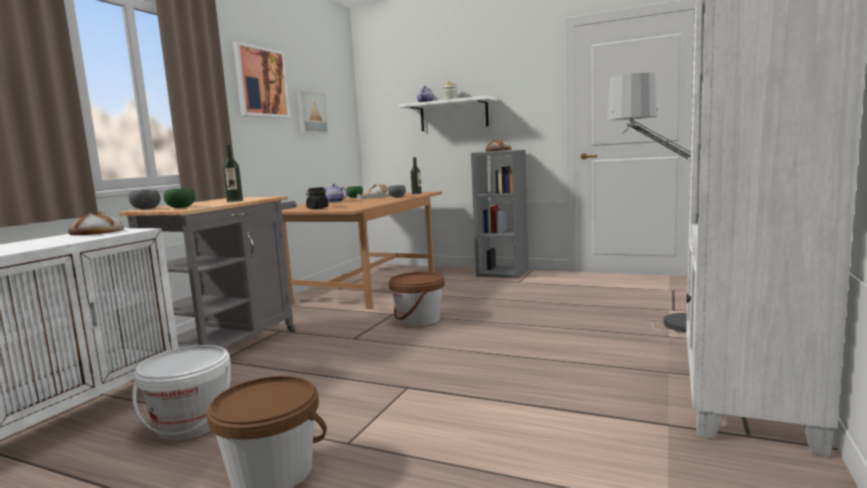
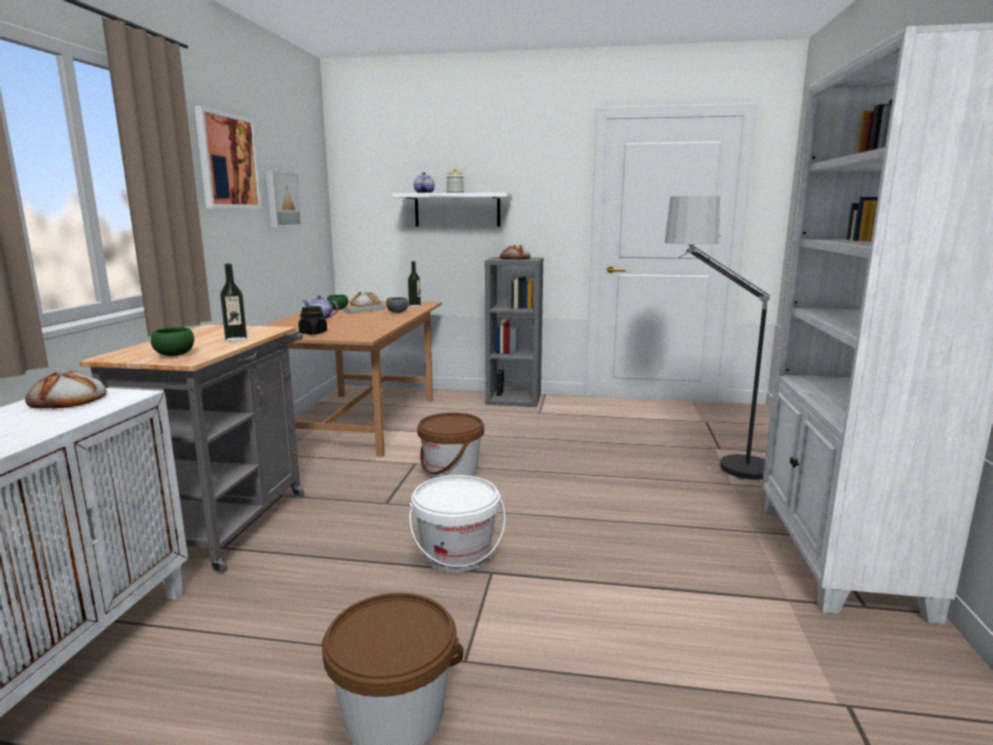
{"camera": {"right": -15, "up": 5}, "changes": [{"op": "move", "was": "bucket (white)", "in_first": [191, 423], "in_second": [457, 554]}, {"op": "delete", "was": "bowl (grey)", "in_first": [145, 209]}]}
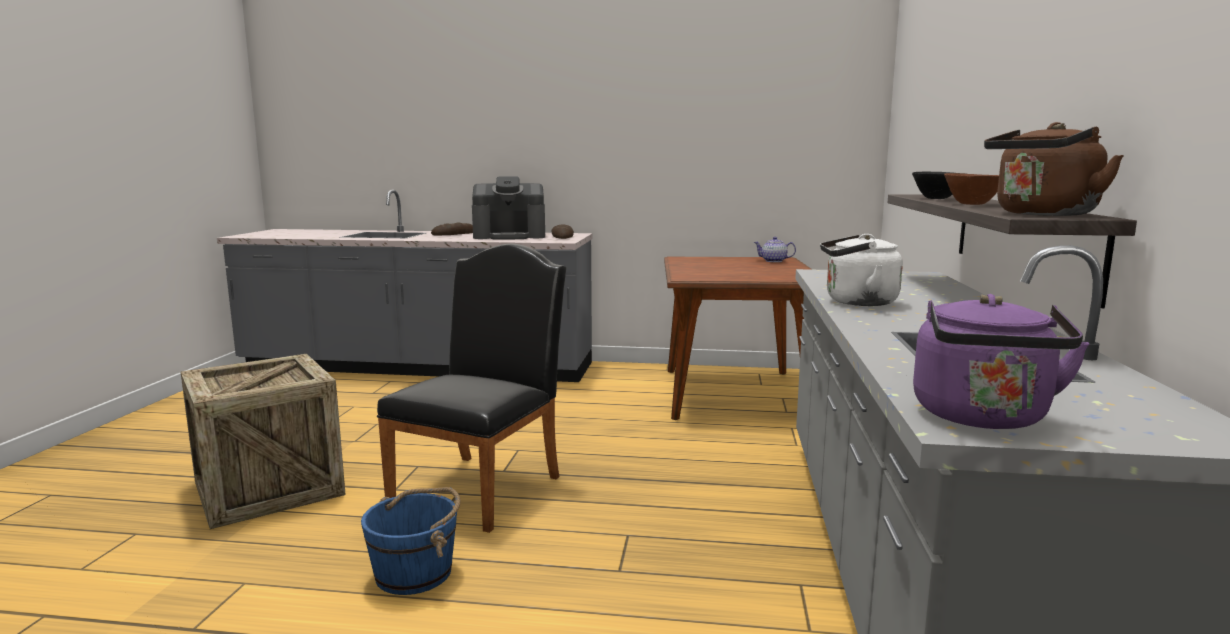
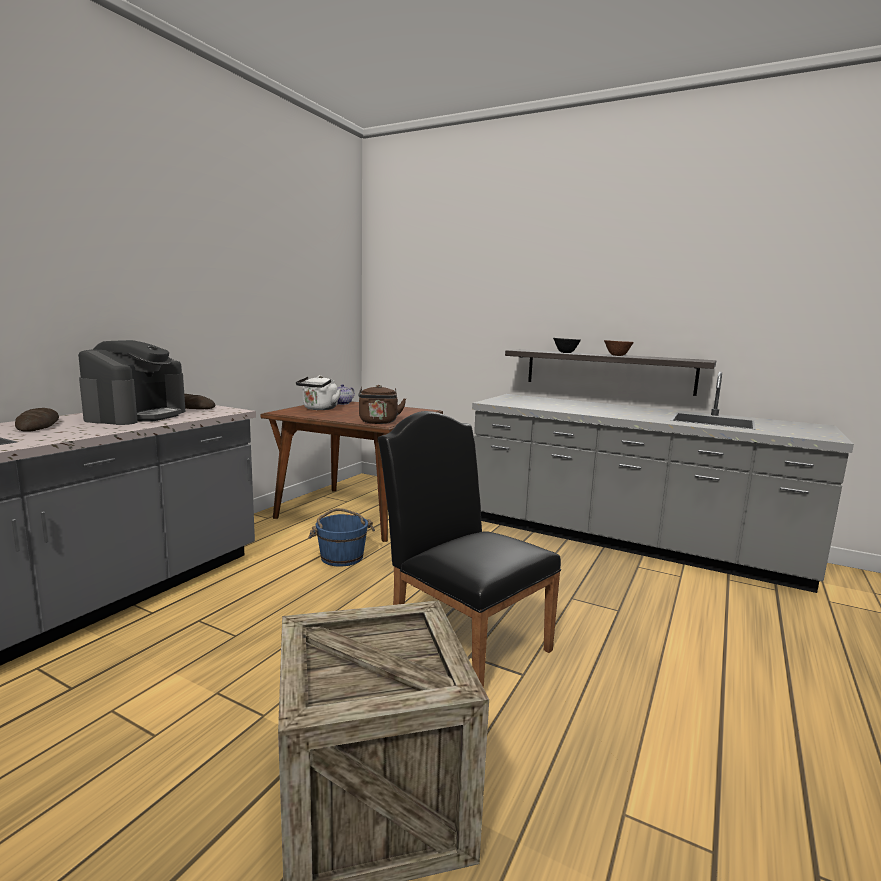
{"camera": {"right": -70, "up": 0}, "changes": [{"op": "move", "was": "kettle (white)", "in_first": [856, 302], "in_second": [319, 409]}, {"op": "move", "was": "bucket (blue)", "in_first": [415, 573], "in_second": [342, 557]}, {"op": "move", "was": "kettle (brown)", "in_first": [1042, 214], "in_second": [378, 422]}, {"op": "delete", "was": "kettle (purple)", "in_first": [983, 418]}]}
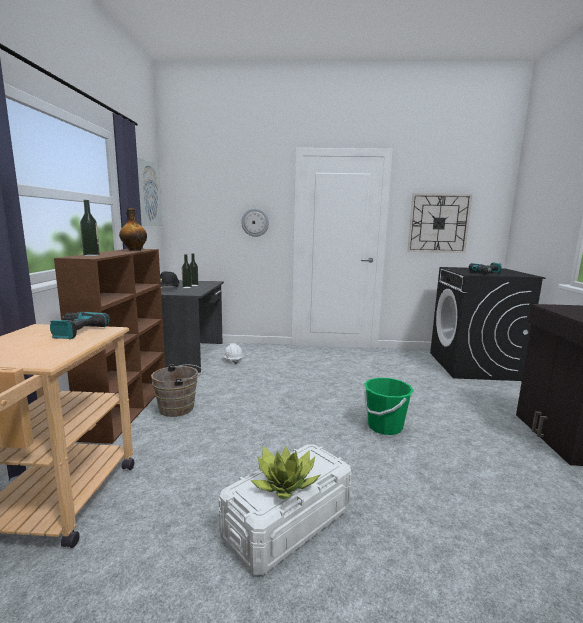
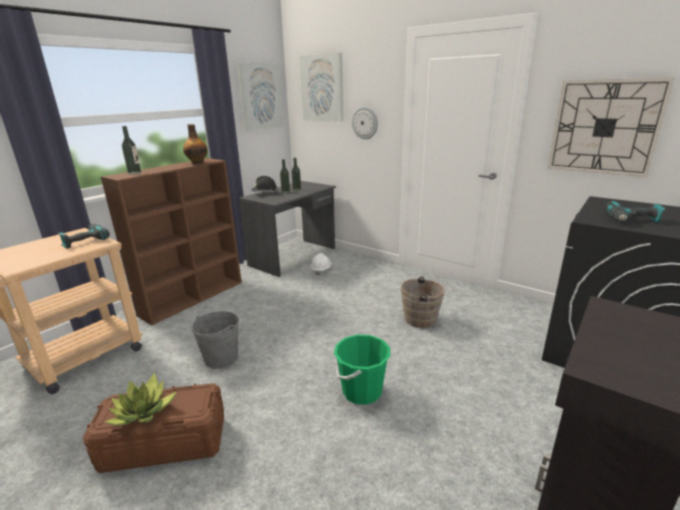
{"camera": {"right": 35, "up": 10}, "changes": [{"op": "recolor", "was": "storage box (white)", "now": "storage box (brown)", "in_first": [288, 522], "in_second": [165, 443]}, {"op": "insert", "now": "bucket (grey)", "in_second": [221, 358]}, {"op": "insert", "now": "picture", "in_second": [322, 88]}, {"op": "move", "was": "bucket (brown)", "in_first": [179, 408], "in_second": [423, 319]}]}
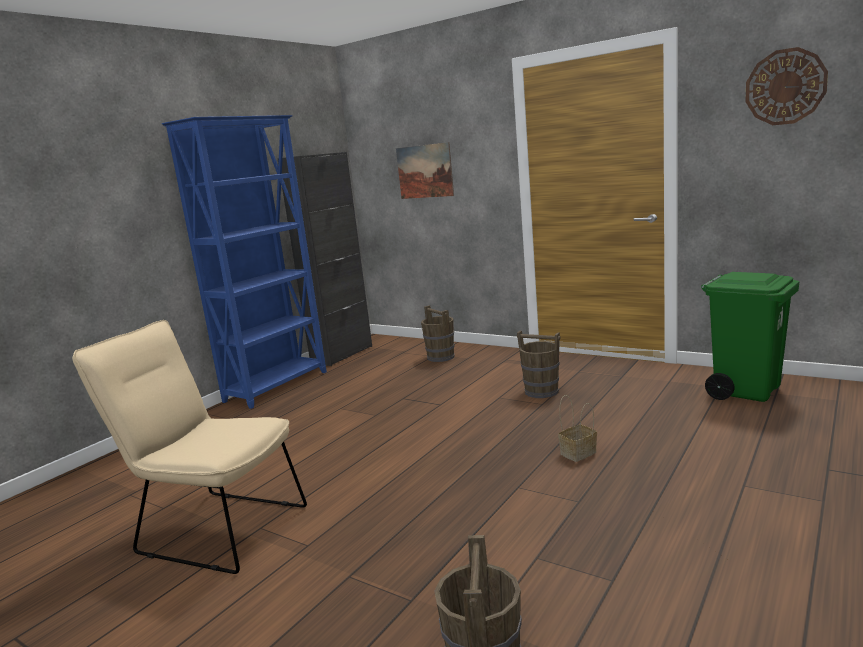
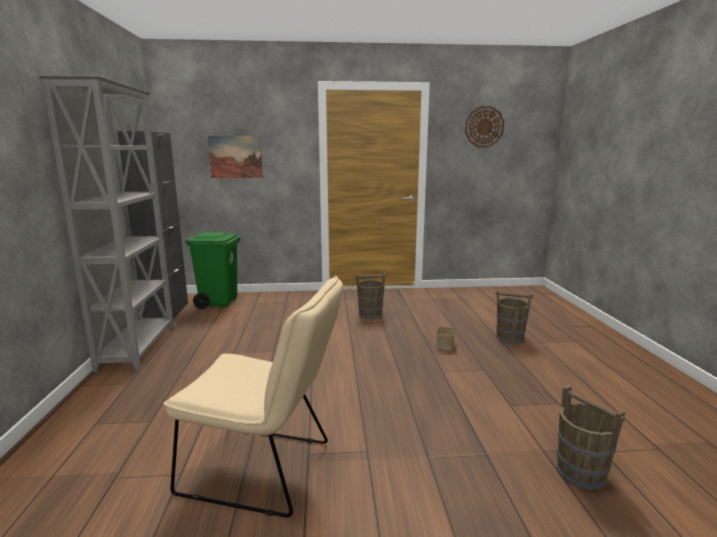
{"camera": {"right": -40, "up": 0}, "changes": [{"op": "recolor", "was": "bookcase (blue)", "now": "bookcase (grey)", "in_first": [278, 386], "in_second": [139, 347]}, {"op": "rotate", "was": "chair (beige)", "in_first": [214, 528], "in_second": [266, 469], "clockwise": -150}, {"op": "move", "was": "trash can (green)", "in_first": [746, 391], "in_second": [218, 302]}, {"op": "move", "was": "bucket (brown)", "in_first": [440, 357], "in_second": [509, 338]}]}
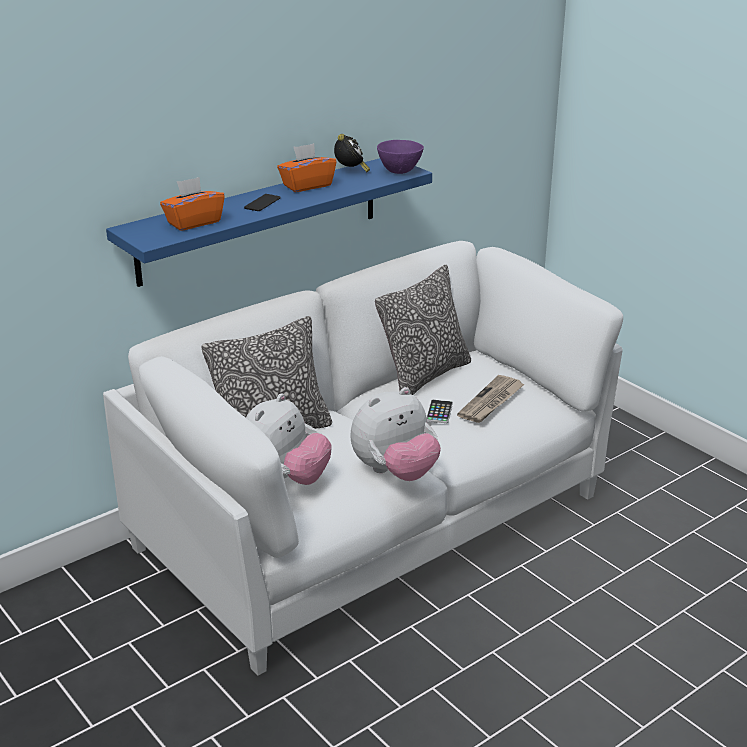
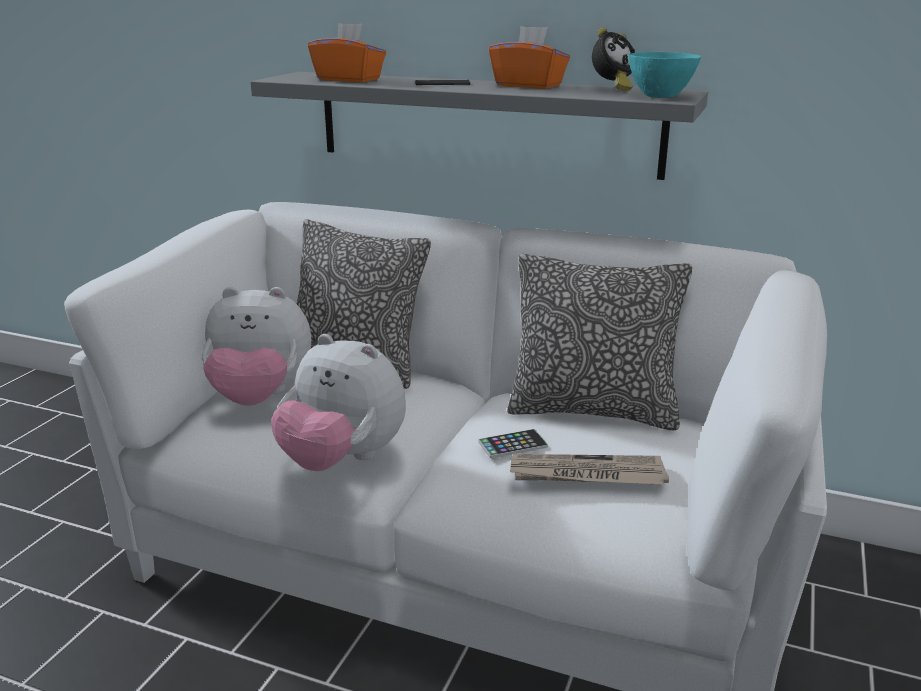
{"camera": {"right": 60, "up": -5}, "changes": [{"op": "recolor", "was": "shelf (blue)", "now": "shelf (grey)", "in_first": [260, 219], "in_second": [485, 123]}, {"op": "recolor", "was": "bowl (purple)", "now": "bowl (turquoise)", "in_first": [400, 171], "in_second": [661, 97]}]}
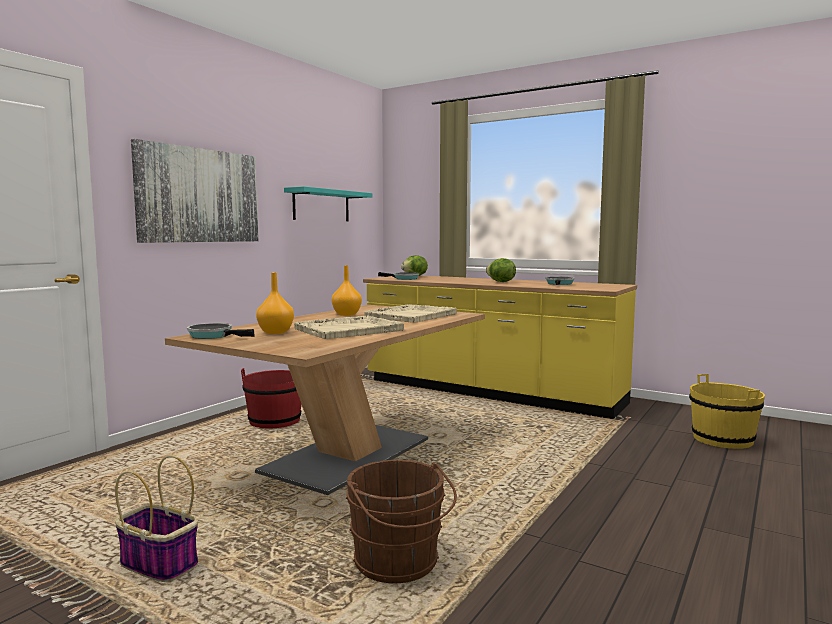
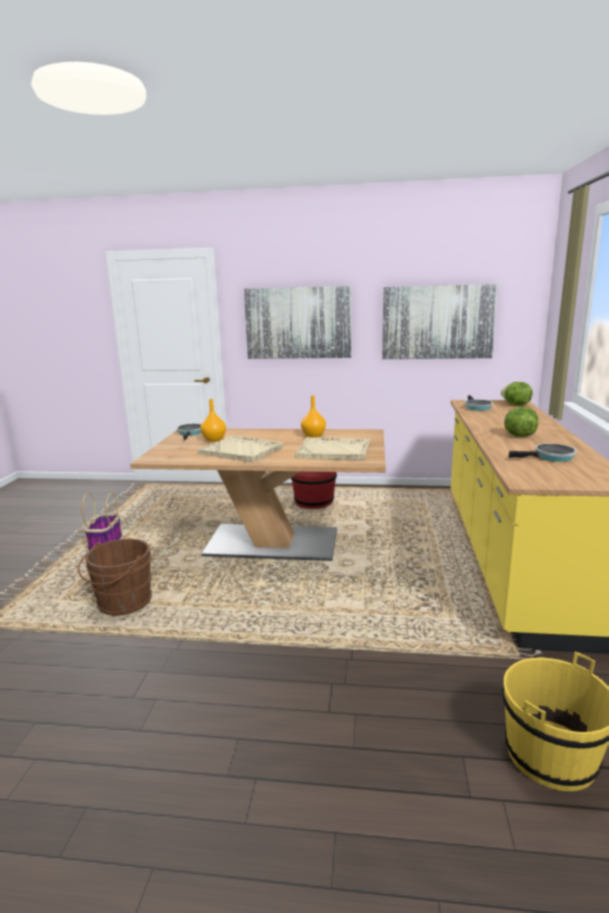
{"camera": {"right": 65, "up": 10}, "changes": [{"op": "replace", "was": "shelf (turquoise)", "now": "picture", "in_first": [321, 205], "in_second": [437, 322]}]}
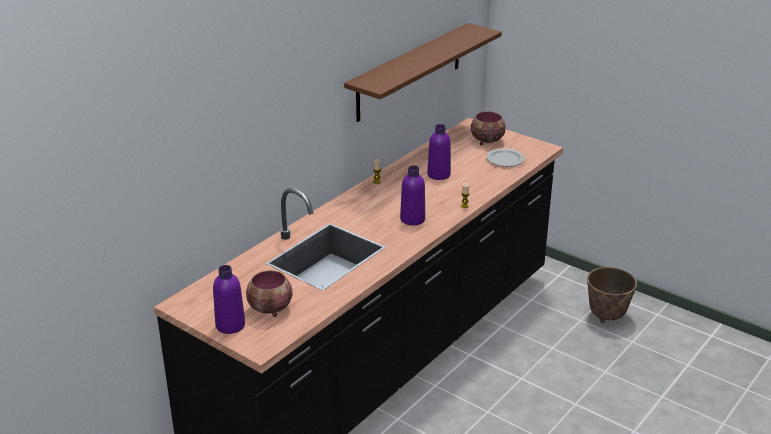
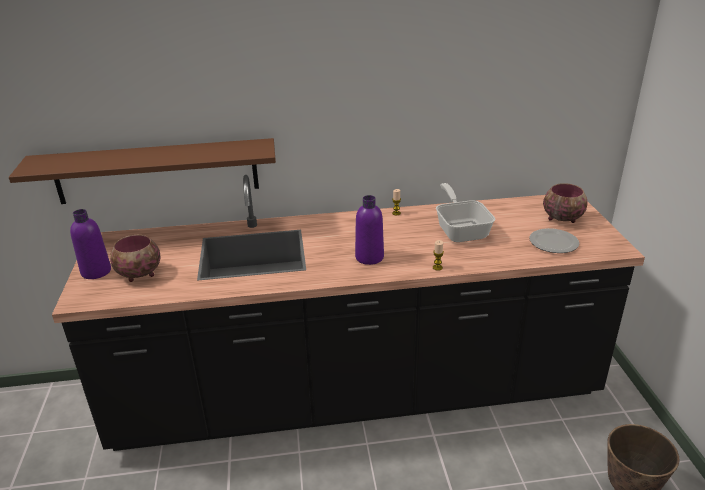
{"camera": {"right": 45, "up": 0}, "changes": [{"op": "move", "was": "shelf (brown)", "in_first": [409, 72], "in_second": [157, 171]}, {"op": "replace", "was": "bottle (purple)", "now": "frying pan", "in_first": [438, 174], "in_second": [461, 229]}]}
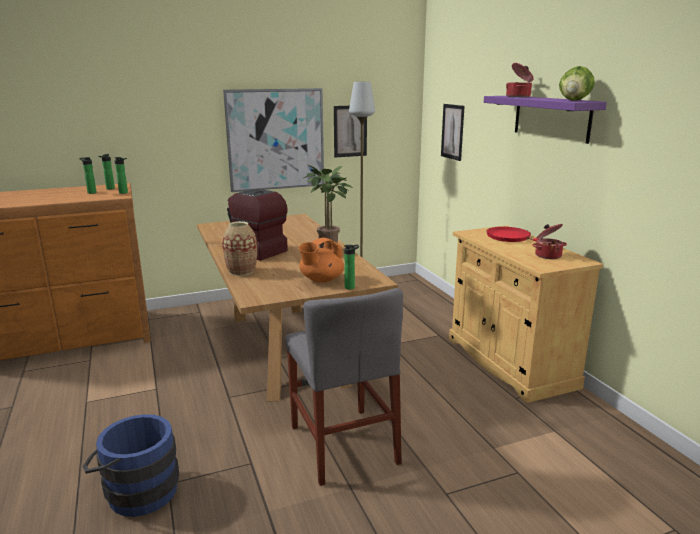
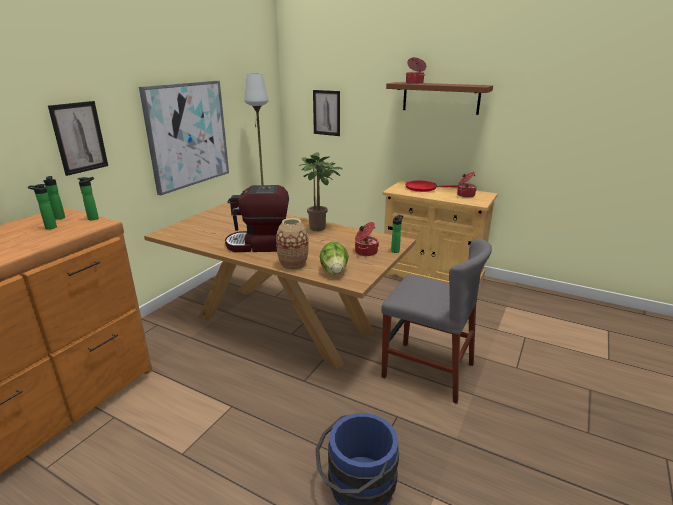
{"camera": {"right": -40, "up": 5}, "changes": [{"op": "move", "was": "picture", "in_first": [350, 131], "in_second": [79, 137]}, {"op": "move", "was": "lettuce", "in_first": [574, 100], "in_second": [334, 271]}, {"op": "replace", "was": "teapot (orange)", "now": "cooking pot", "in_first": [321, 280], "in_second": [365, 252]}, {"op": "recolor", "was": "shelf (purple)", "now": "shelf (brown)", "in_first": [551, 118], "in_second": [440, 98]}]}
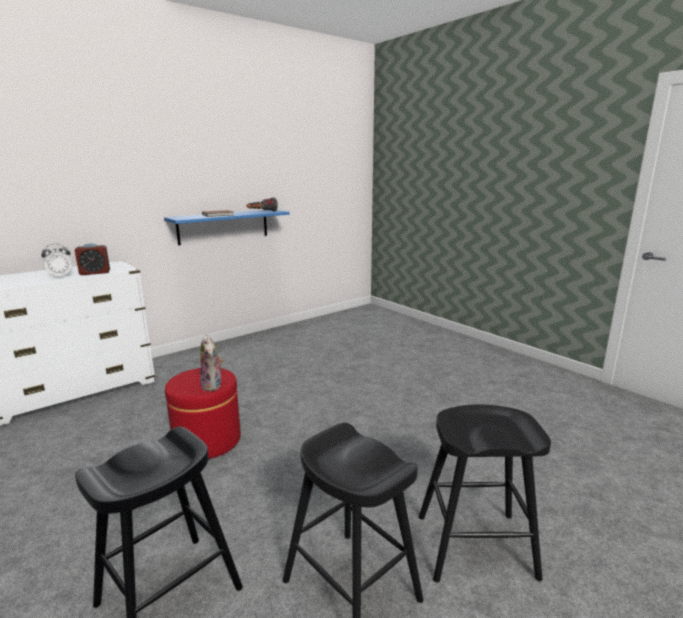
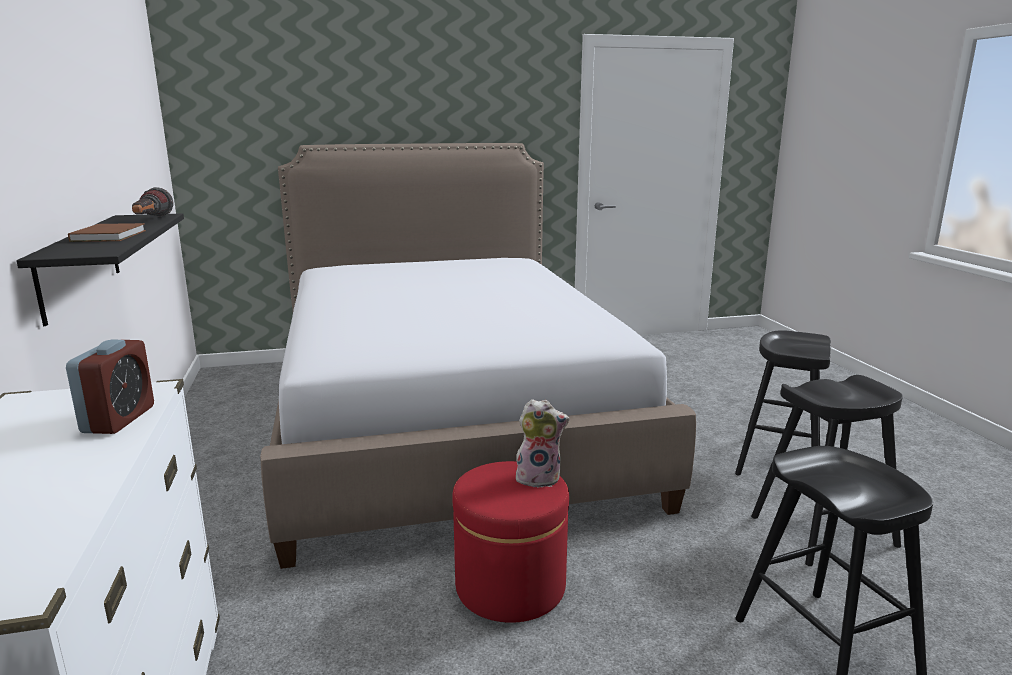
{"camera": {"right": -65, "up": 0}, "changes": [{"op": "recolor", "was": "shelf (blue)", "now": "shelf (black)", "in_first": [224, 226], "in_second": [80, 264]}, {"op": "insert", "now": "bed", "in_second": [448, 421]}, {"op": "delete", "was": "alarm clock", "in_first": [60, 276]}]}
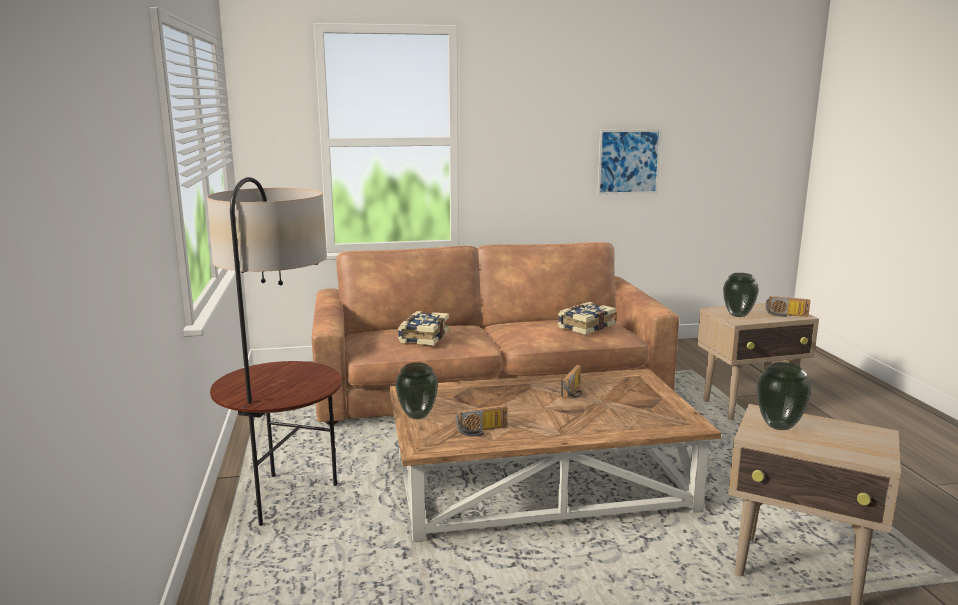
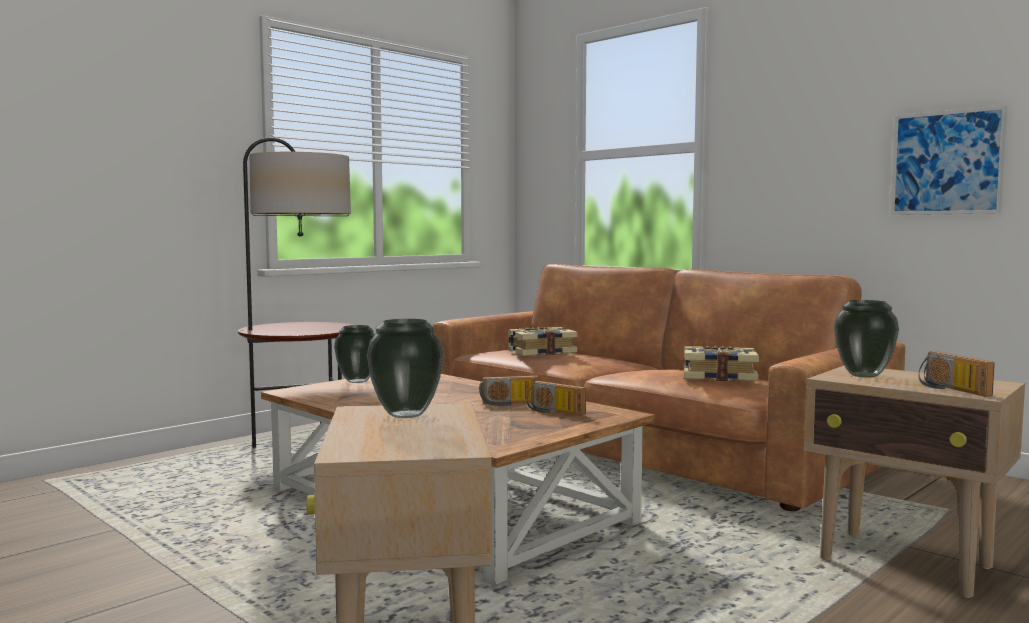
{"camera": {"right": 55, "up": -10}, "changes": [{"op": "move", "was": "radio", "in_first": [482, 431], "in_second": [553, 411]}]}
